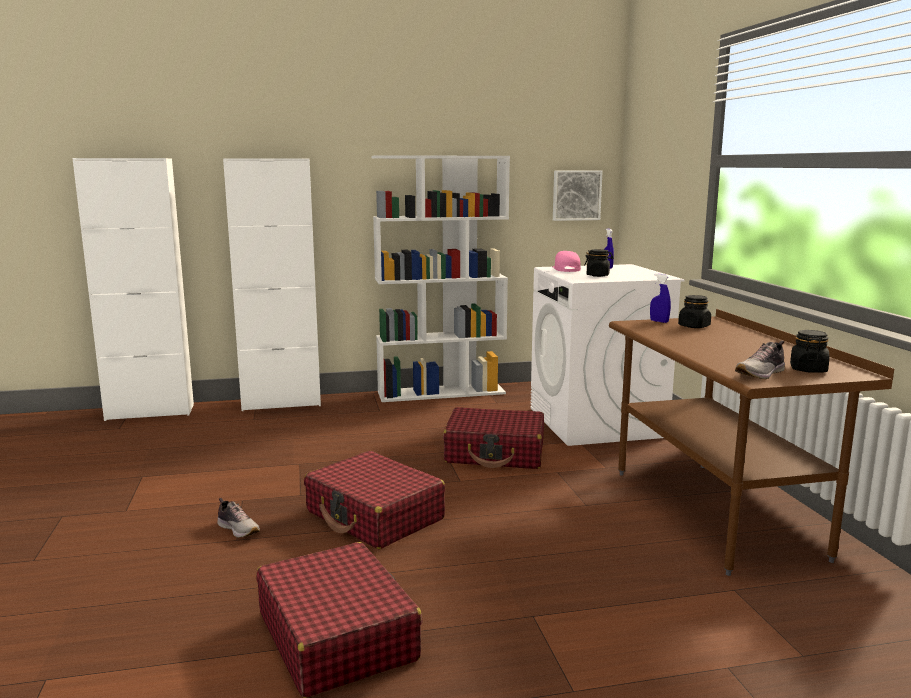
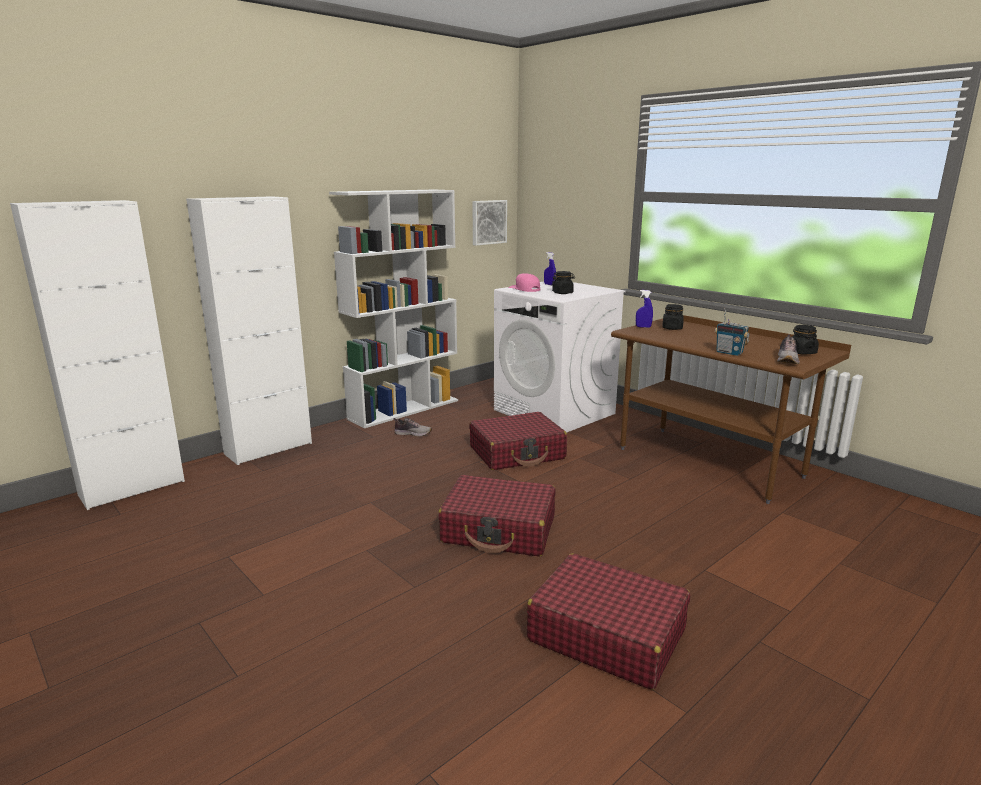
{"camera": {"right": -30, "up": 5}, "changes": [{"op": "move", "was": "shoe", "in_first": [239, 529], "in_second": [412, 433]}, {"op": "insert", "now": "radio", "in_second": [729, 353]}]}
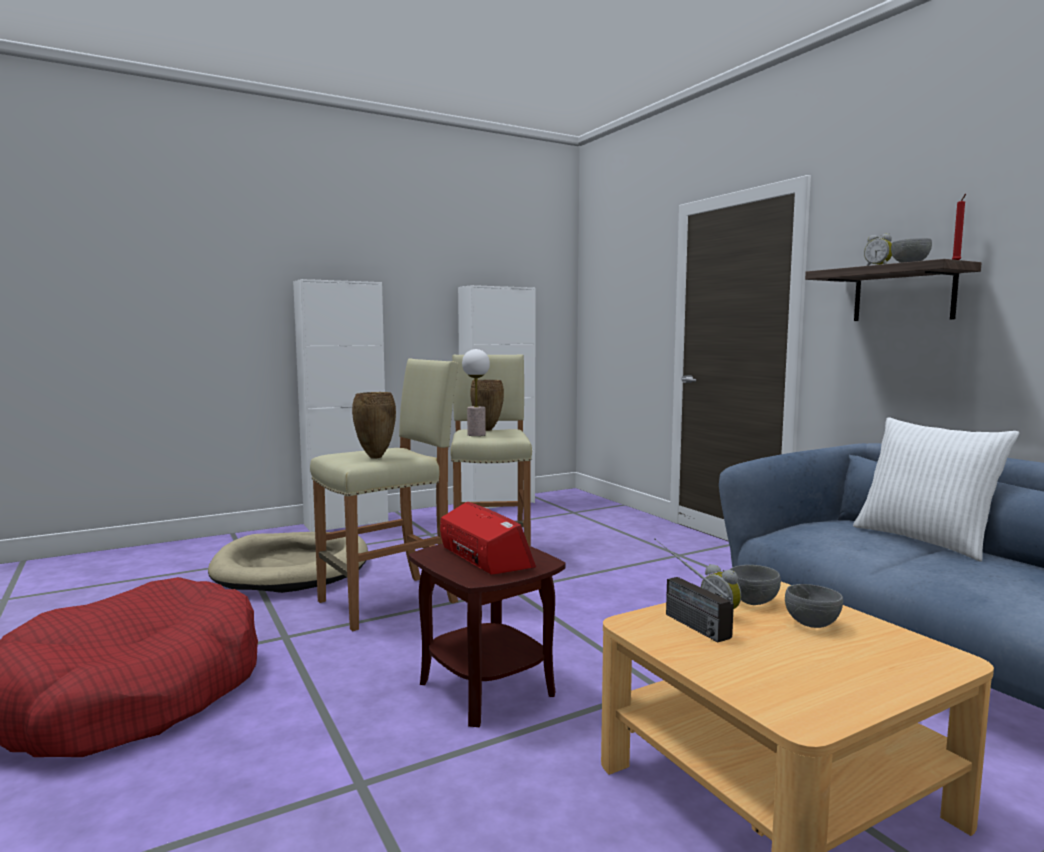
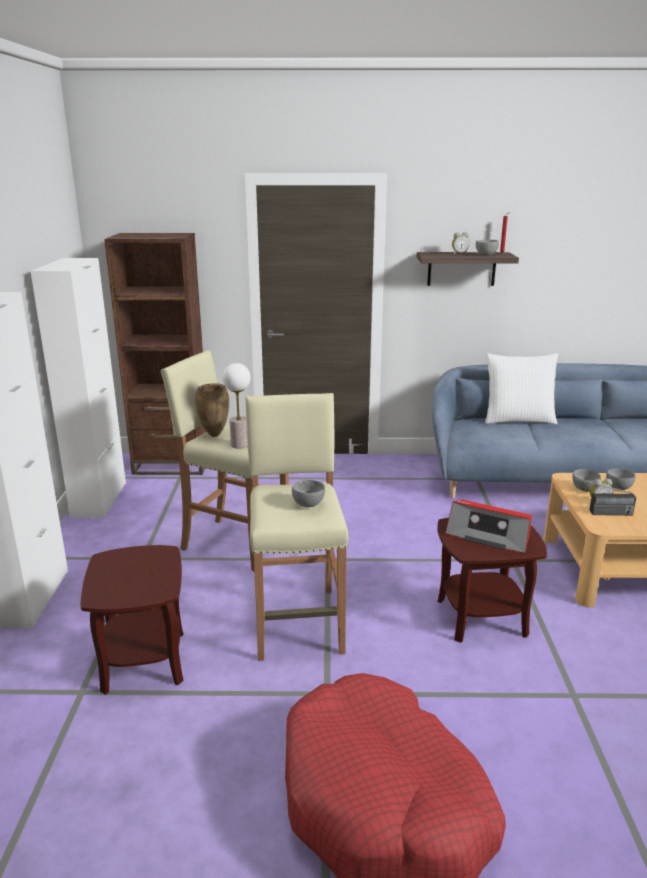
{"camera": {"right": -60, "up": 15}, "changes": [{"op": "replace", "was": "dog bed (beige)", "now": "side table (brown)", "in_first": [292, 568], "in_second": [143, 661]}, {"op": "insert", "now": "bookcase (brown)", "in_second": [172, 464]}, {"op": "replace", "was": "vase (brown)", "now": "bowl (grey)", "in_first": [374, 457], "in_second": [308, 504]}, {"op": "rotate", "was": "radio", "in_first": [484, 557], "in_second": [489, 535], "clockwise": -150}]}
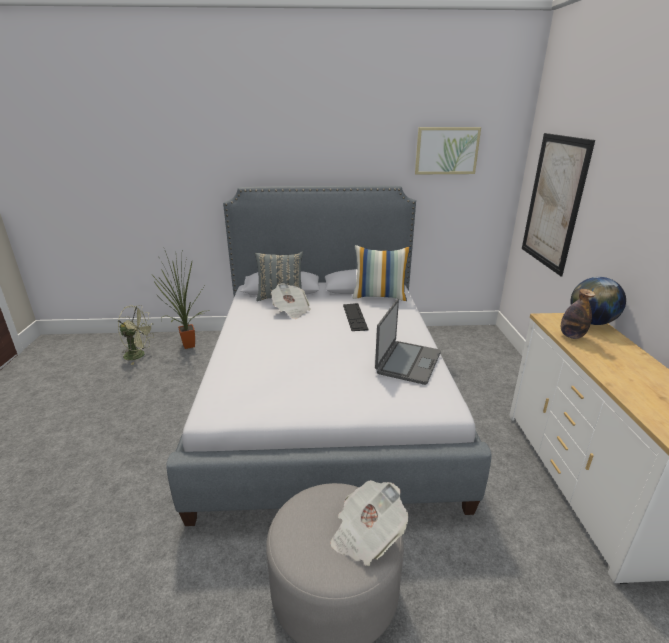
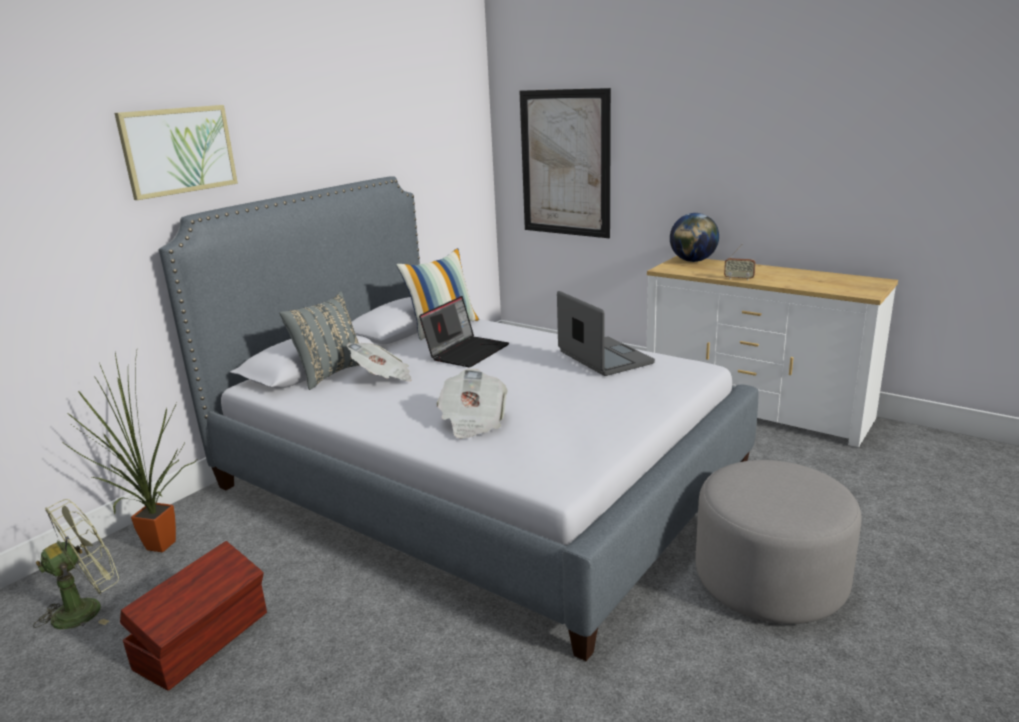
{"camera": {"right": -50, "up": -5}, "changes": [{"op": "move", "was": "picture", "in_first": [446, 151], "in_second": [178, 150]}, {"op": "insert", "now": "storage box (brown)", "in_second": [204, 640]}, {"op": "replace", "was": "keyboard", "now": "laptop", "in_first": [354, 316], "in_second": [466, 351]}, {"op": "move", "was": "newspaper", "in_first": [366, 535], "in_second": [473, 421]}, {"op": "insert", "now": "radio", "in_second": [739, 279]}, {"op": "delete", "was": "bottle", "in_first": [571, 336]}]}
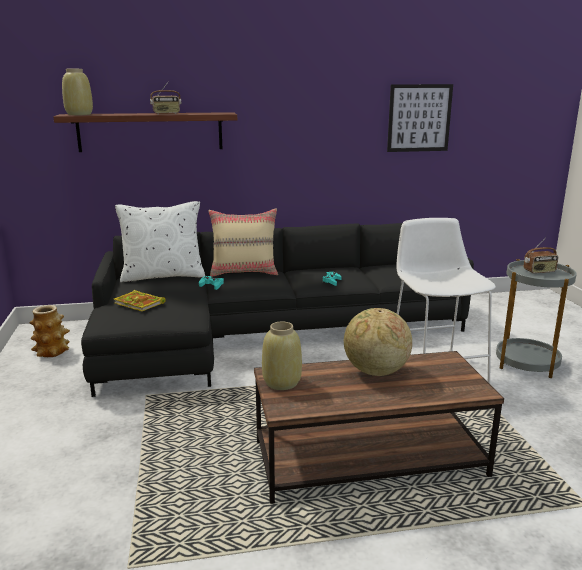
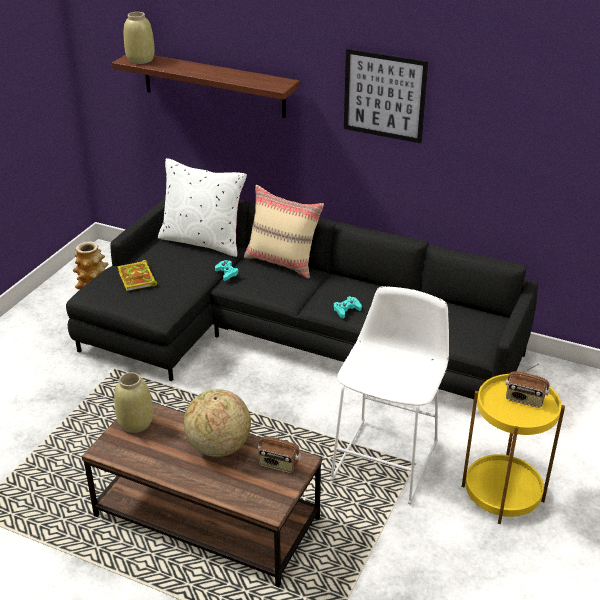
{"camera": {"right": 35, "up": 15}, "changes": [{"op": "move", "was": "radio", "in_first": [166, 113], "in_second": [278, 464]}, {"op": "move", "was": "picture", "in_first": [419, 118], "in_second": [384, 96]}, {"op": "recolor", "was": "side table (grey)", "now": "side table (yellow)", "in_first": [526, 363], "in_second": [502, 493]}]}
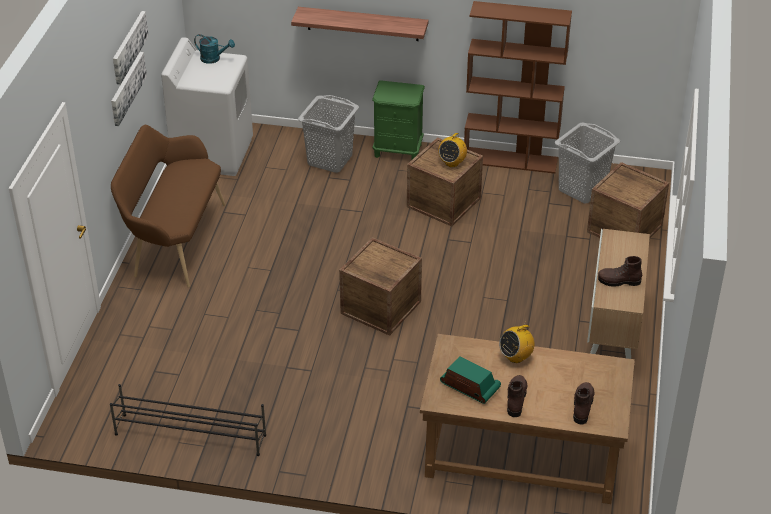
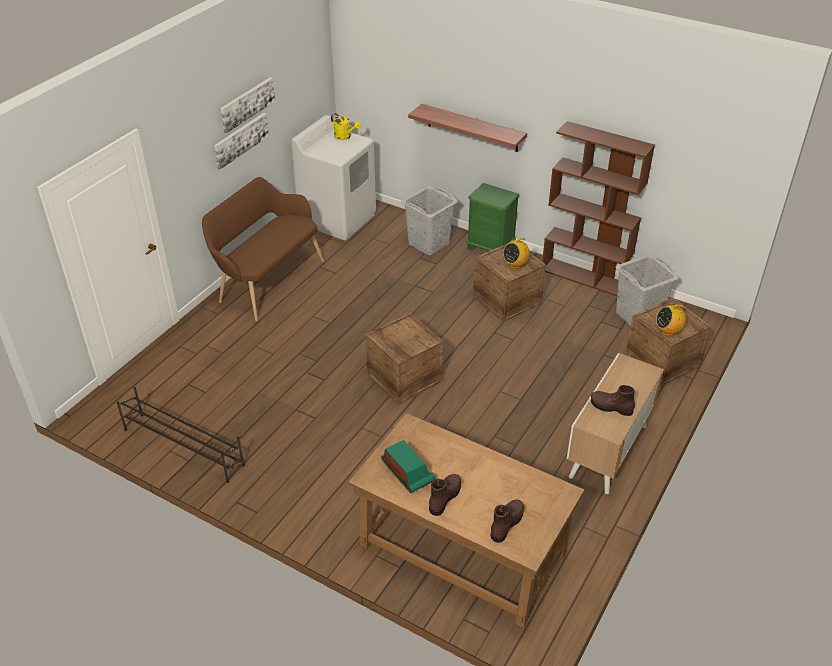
{"camera": {"right": 20, "up": 0}, "changes": [{"op": "recolor", "was": "watering can (turquoise)", "now": "watering can (yellow)", "in_first": [214, 59], "in_second": [345, 137]}, {"op": "move", "was": "radio", "in_first": [516, 357], "in_second": [668, 331]}]}
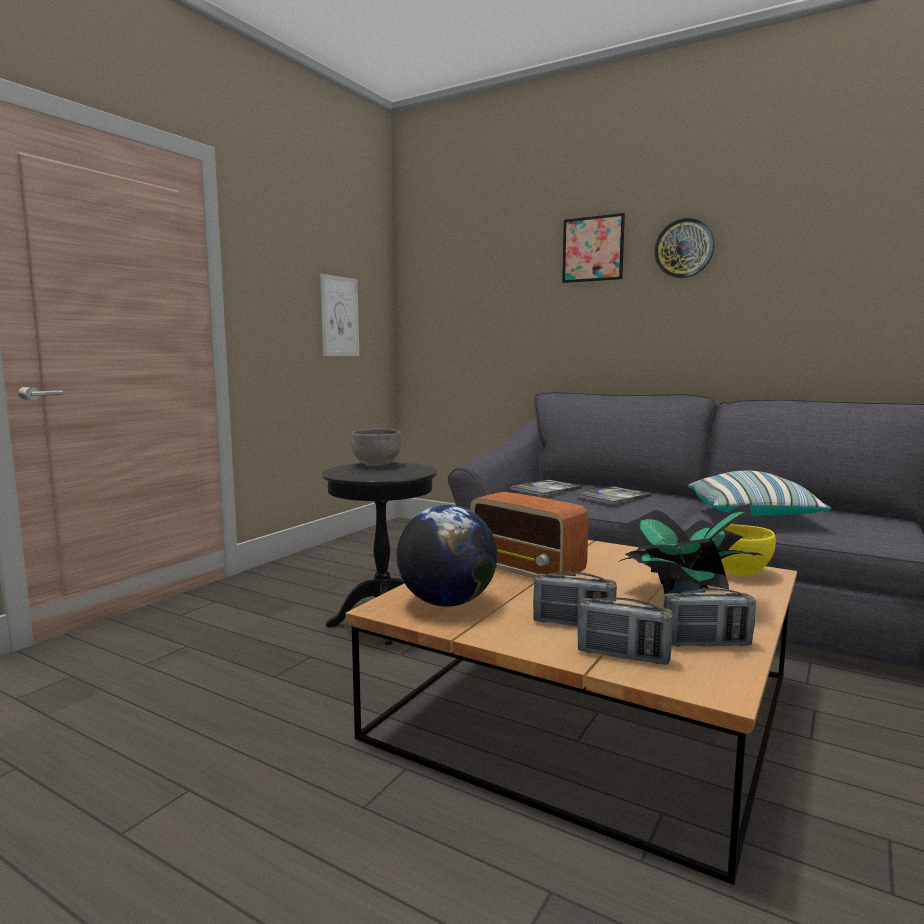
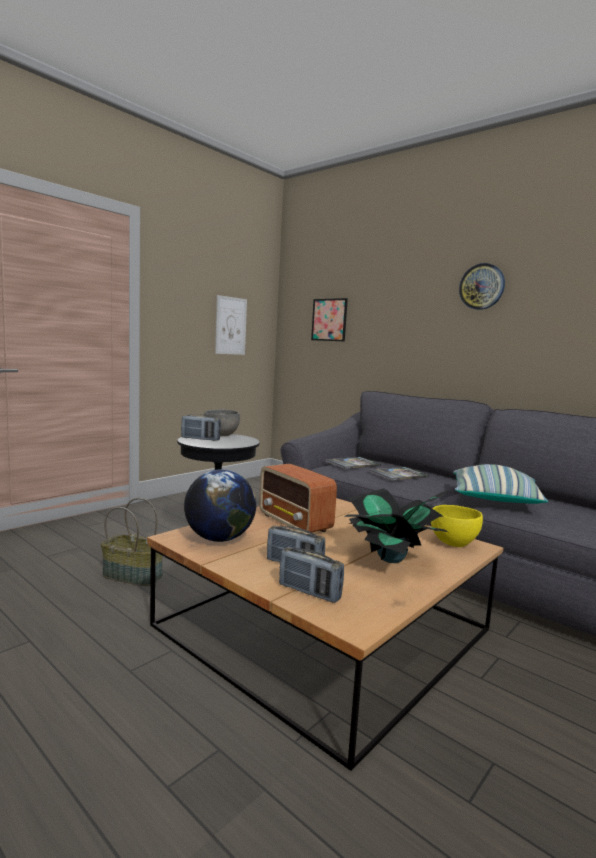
{"camera": {"right": 10, "up": 0}, "changes": [{"op": "insert", "now": "basket", "in_second": [133, 575]}, {"op": "move", "was": "radio", "in_first": [706, 644], "in_second": [200, 439]}, {"op": "move", "was": "picture", "in_first": [593, 249], "in_second": [329, 320]}]}
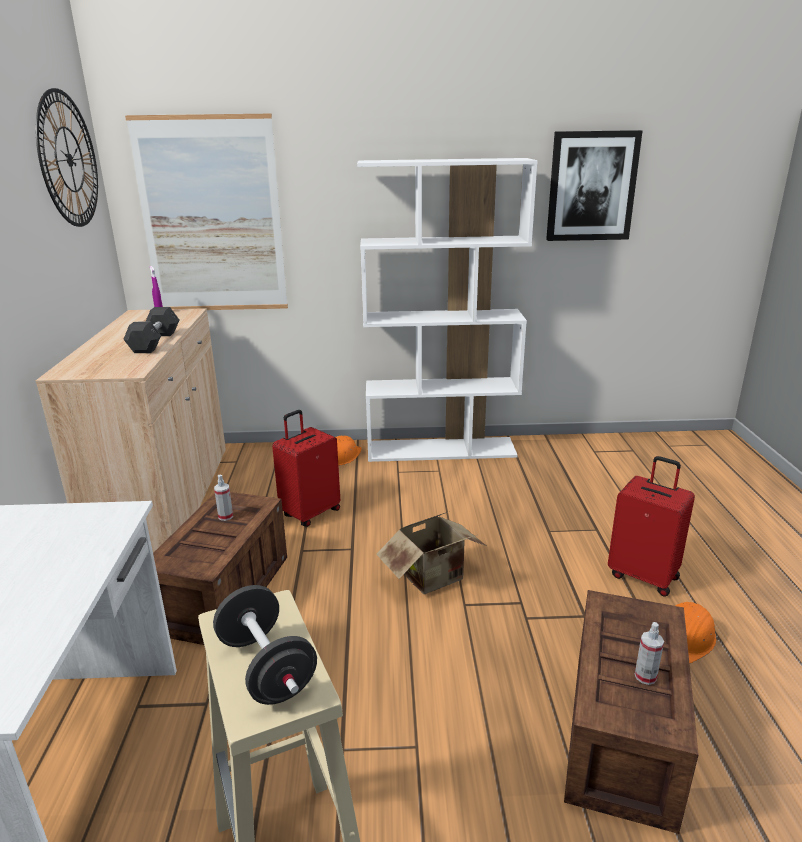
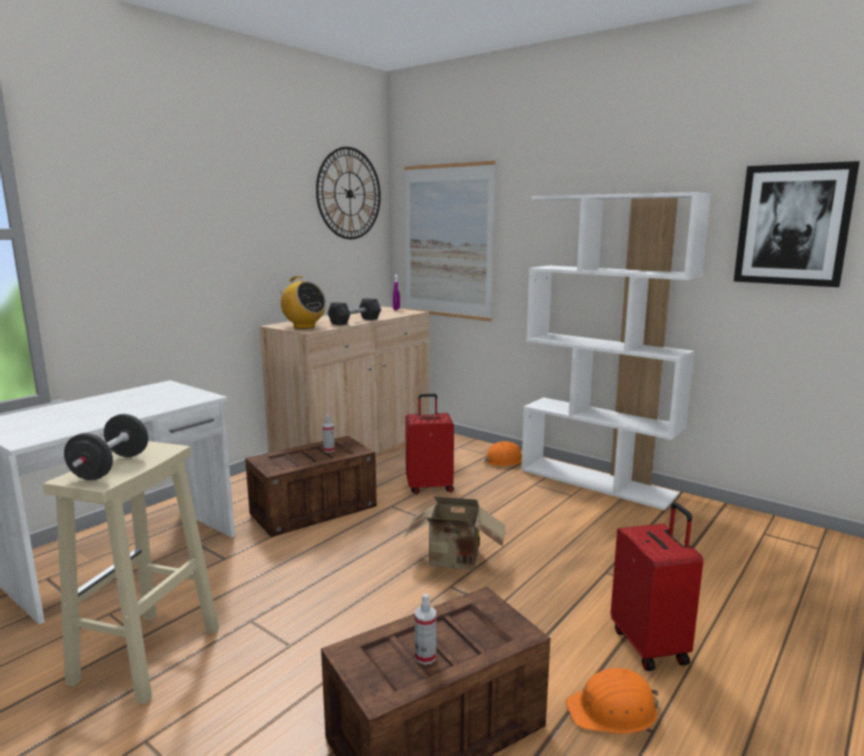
{"camera": {"right": 40, "up": -10}, "changes": [{"op": "insert", "now": "radio", "in_second": [304, 327]}]}
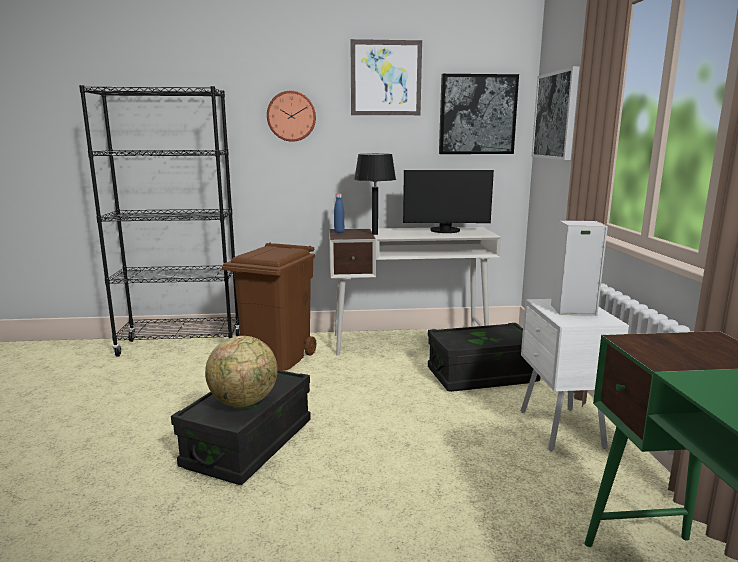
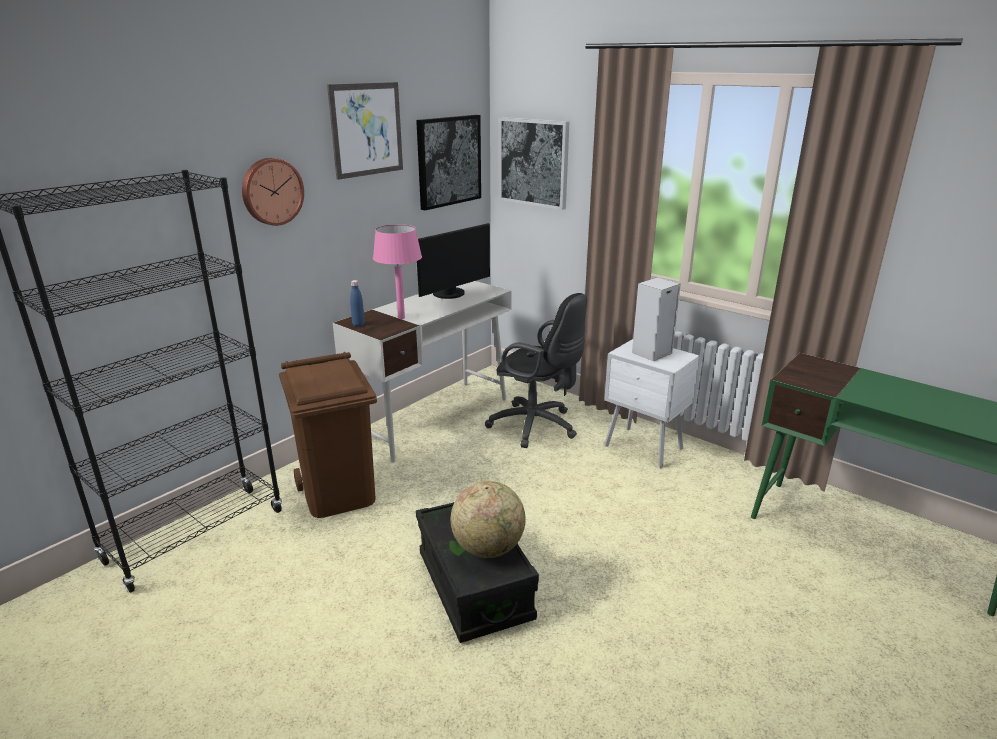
{"camera": {"right": -45, "up": 10}, "changes": [{"op": "recolor", "was": "table lamp (black)", "now": "table lamp (pink)", "in_first": [375, 234], "in_second": [401, 318]}, {"op": "replace", "was": "storage box (black)", "now": "office chair (black)", "in_first": [481, 376], "in_second": [537, 427]}]}
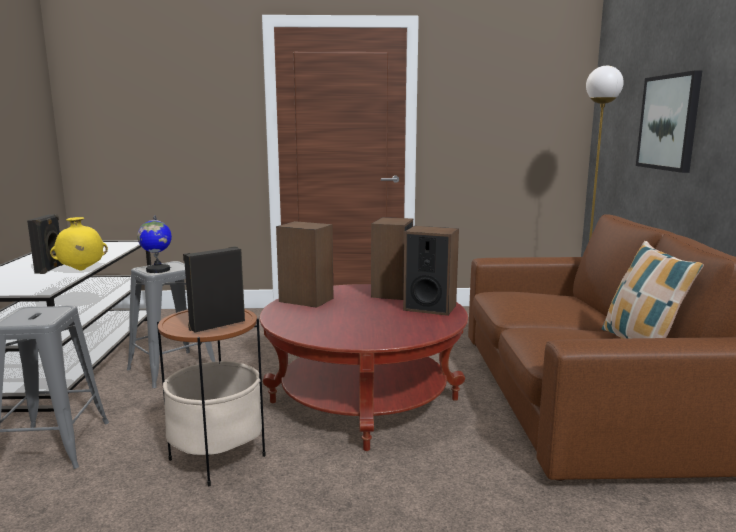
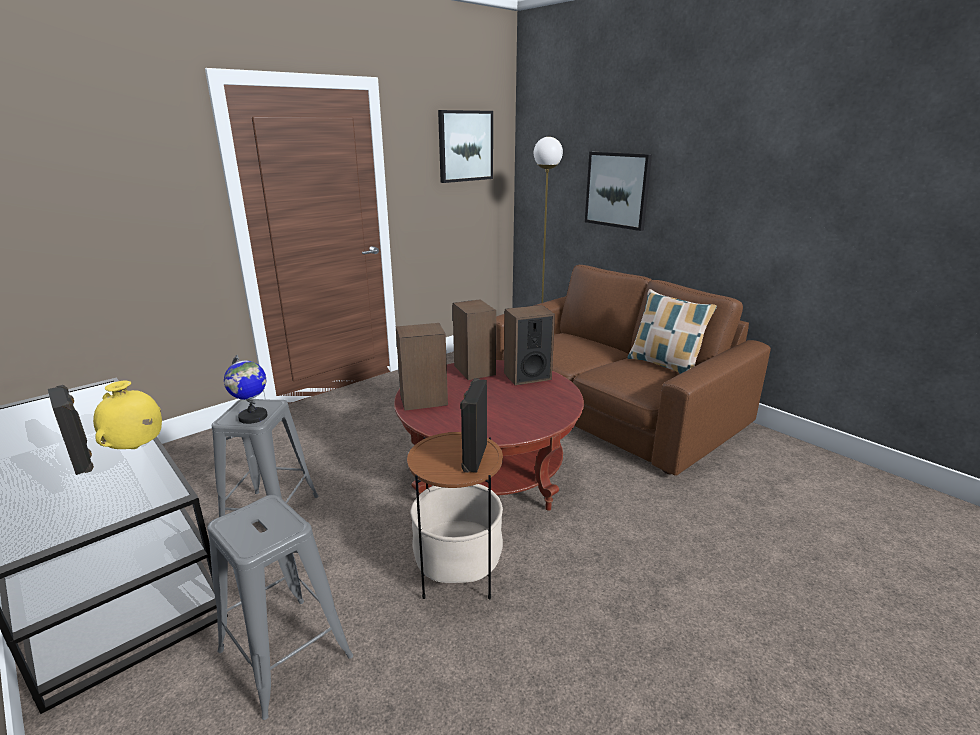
{"camera": {"right": -40, "up": 10}, "changes": [{"op": "insert", "now": "picture", "in_second": [465, 146]}]}
